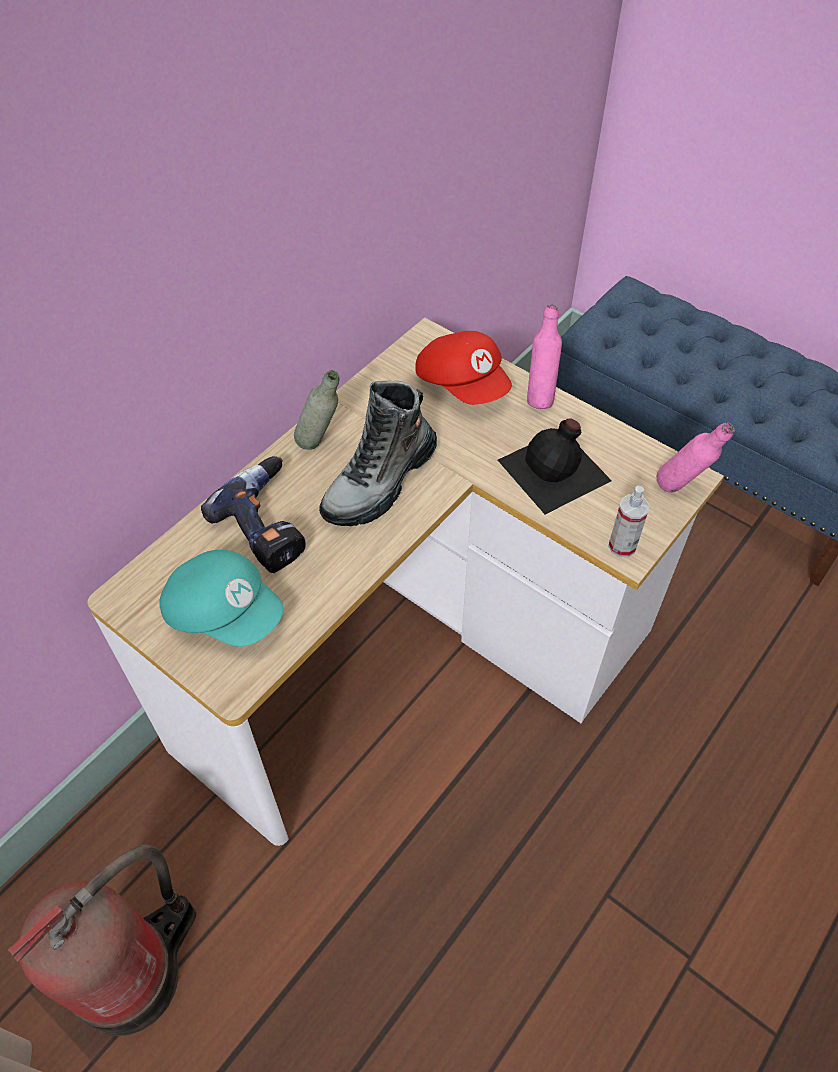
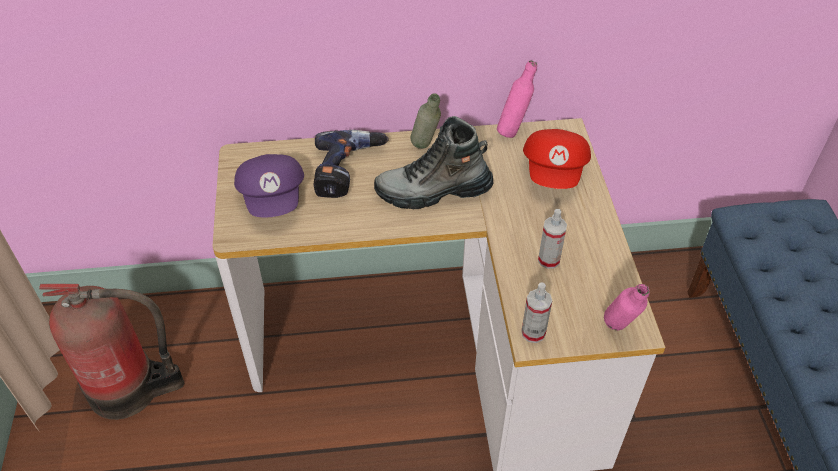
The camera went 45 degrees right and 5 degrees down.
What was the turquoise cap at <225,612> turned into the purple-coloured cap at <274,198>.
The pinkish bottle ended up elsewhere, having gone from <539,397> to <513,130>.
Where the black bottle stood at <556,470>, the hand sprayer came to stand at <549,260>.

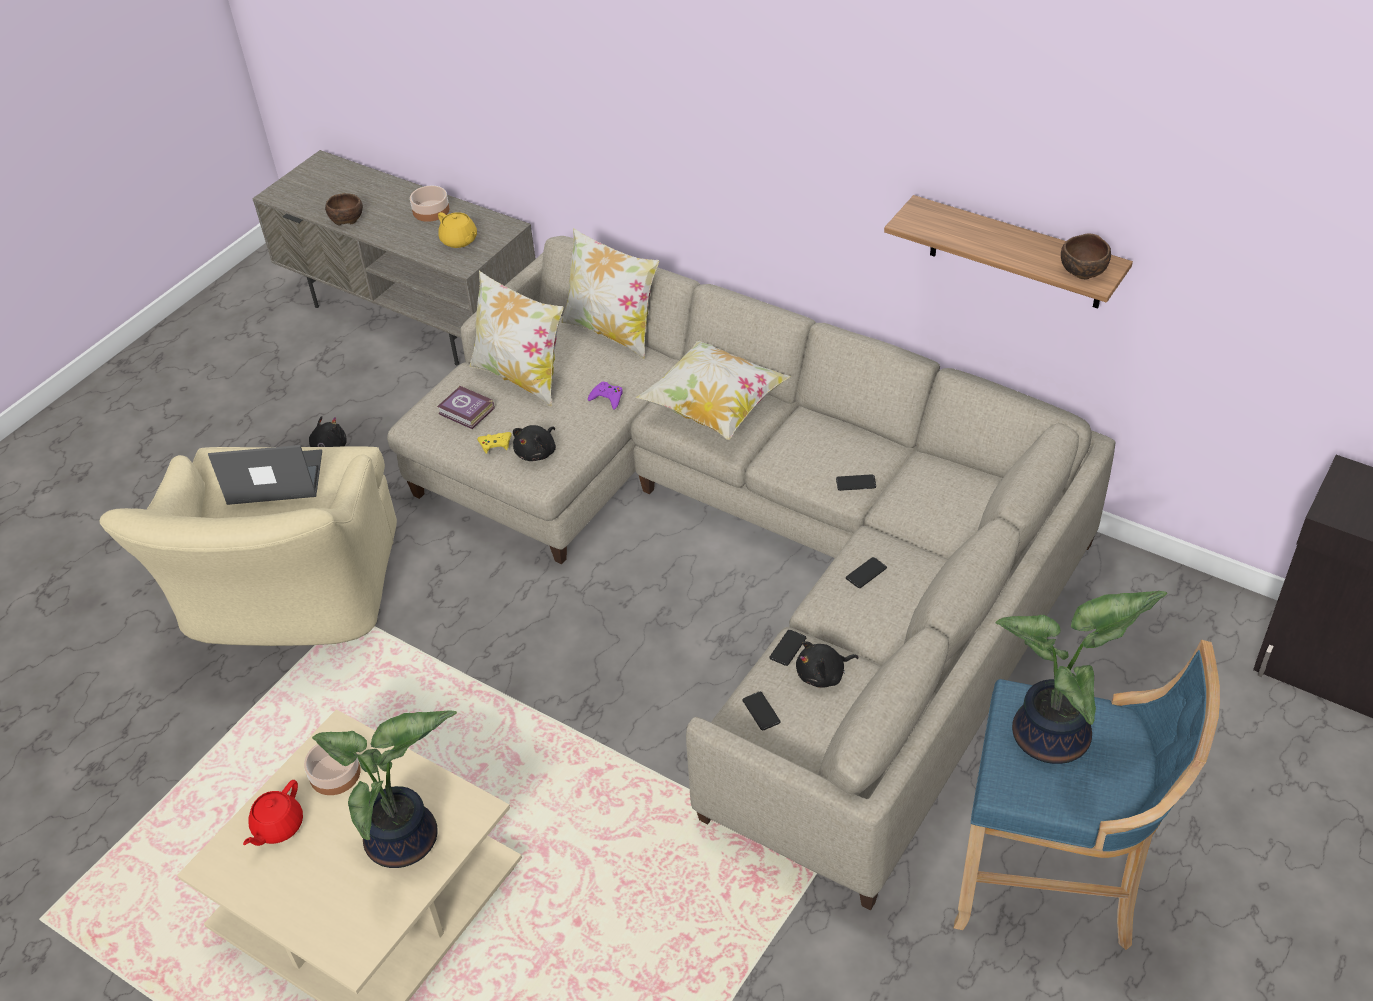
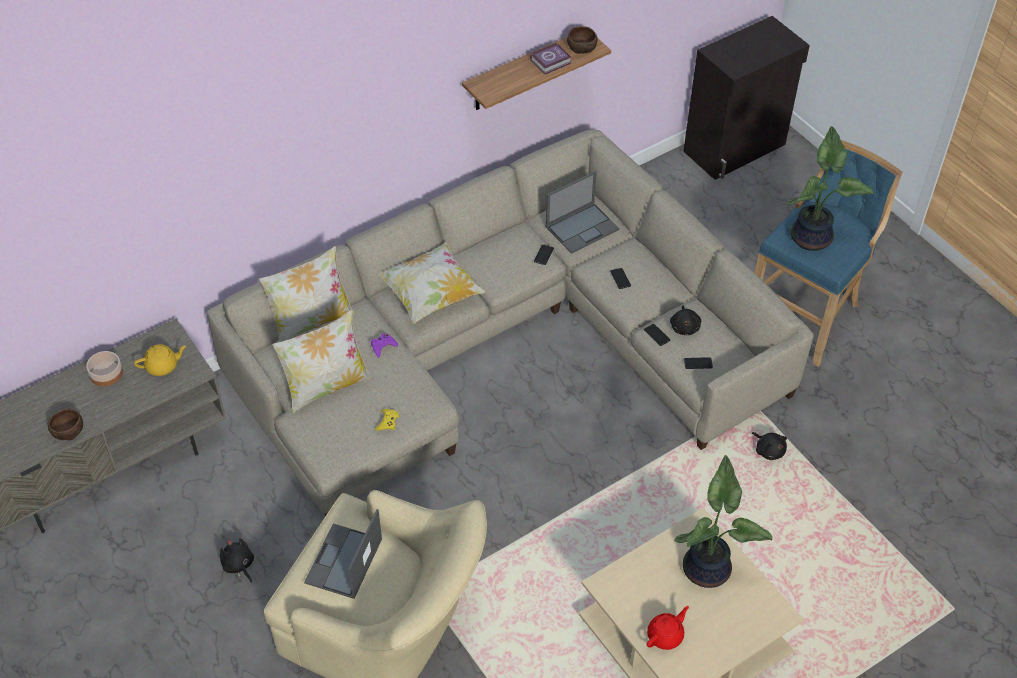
The camera went 70 degrees left and 5 degrees up.
The volume ended up elsewhere, having gone from <467,412> to <551,61>.
The second view gained the notebook computer at <582,227>.
The reddish tea pot at <277,826> ended up facing another way, 90 degrees counterclockwise from before.
The black plush toy ended up elsewhere, having gone from <537,452> to <768,450>.
The second view lost the serving bowl at <334,774>.

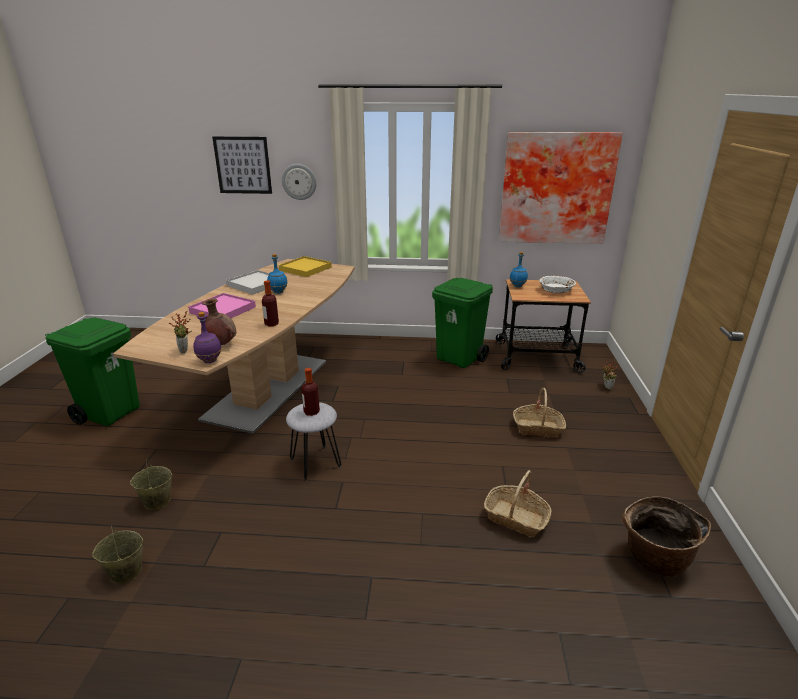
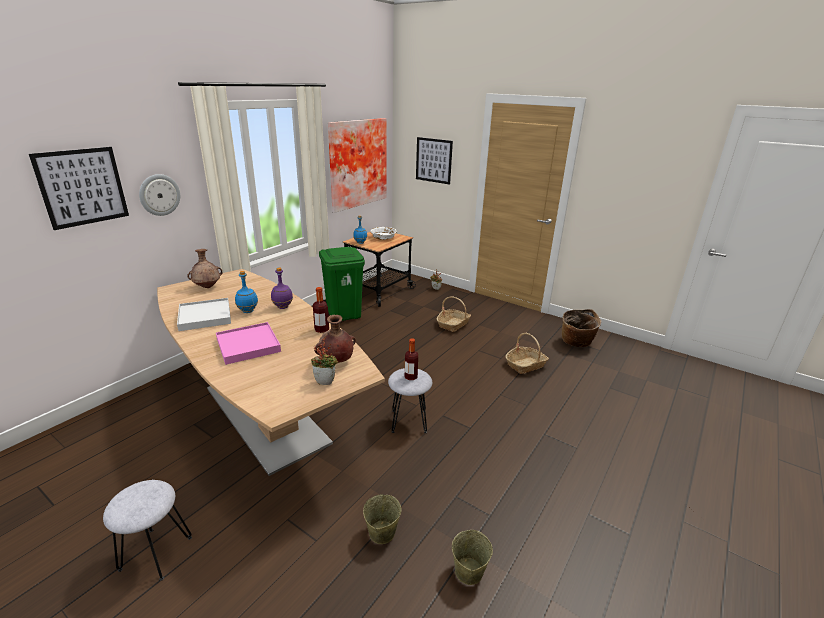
The camera went 60 degrees left and 0 degrees up.
Where the greenish rubbish bin stood at <111,413>, the greyish stool came to stand at <155,553>.
Where the yellow-coloured serving tray stood at <305,269>, the brown flower vase came to stand at <208,287>.
The purple-coloured bottle ended up elsewhere, having gone from <209,361> to <282,307>.
The second view gained the wall art at <433,160>.

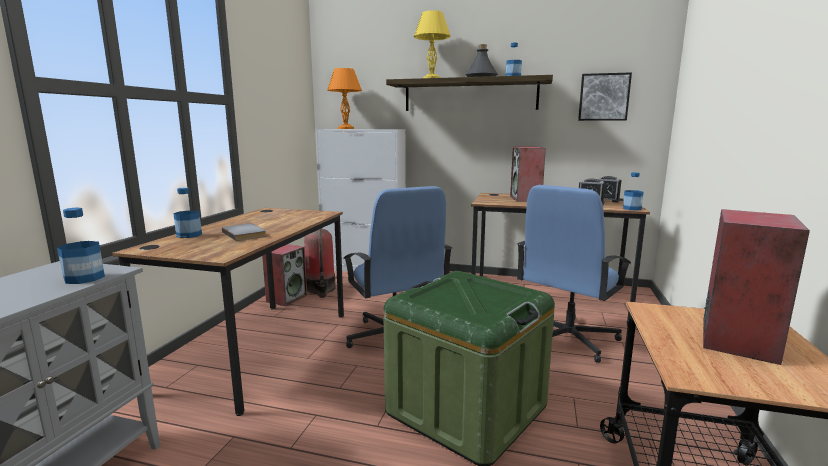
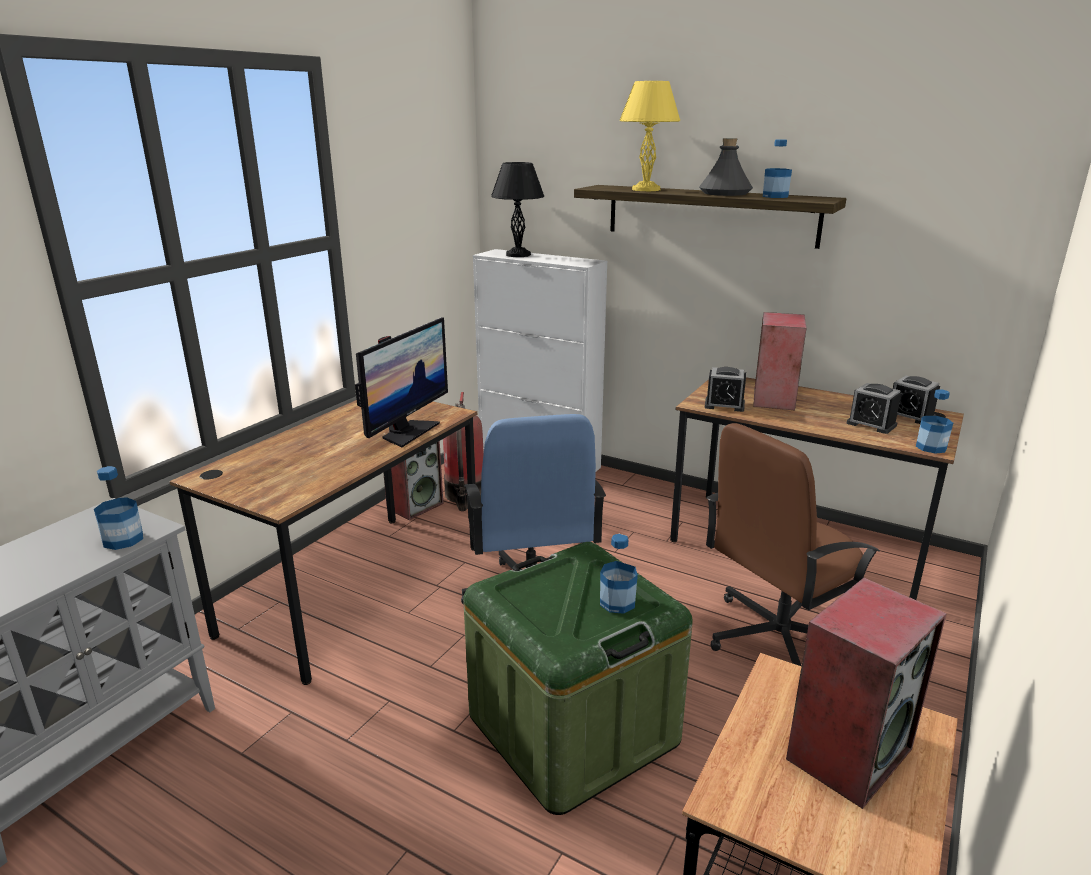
The camera went 15 degrees right and 10 degrees up.
The second view gained the computer screen at <407,432>.
What was the orange lamp for a table at <346,128> turned into the black lamp for a table at <518,255>.
The bottle ended up elsewhere, having gone from <189,235> to <617,602>.
The second view gained the table clock at <724,405>.
What was the blue-coloured office chair at <566,338> turned into the brown office chair at <776,637>.
The second view lost the greyish volume at <246,234>.
The second view lost the wall art at <603,97>.

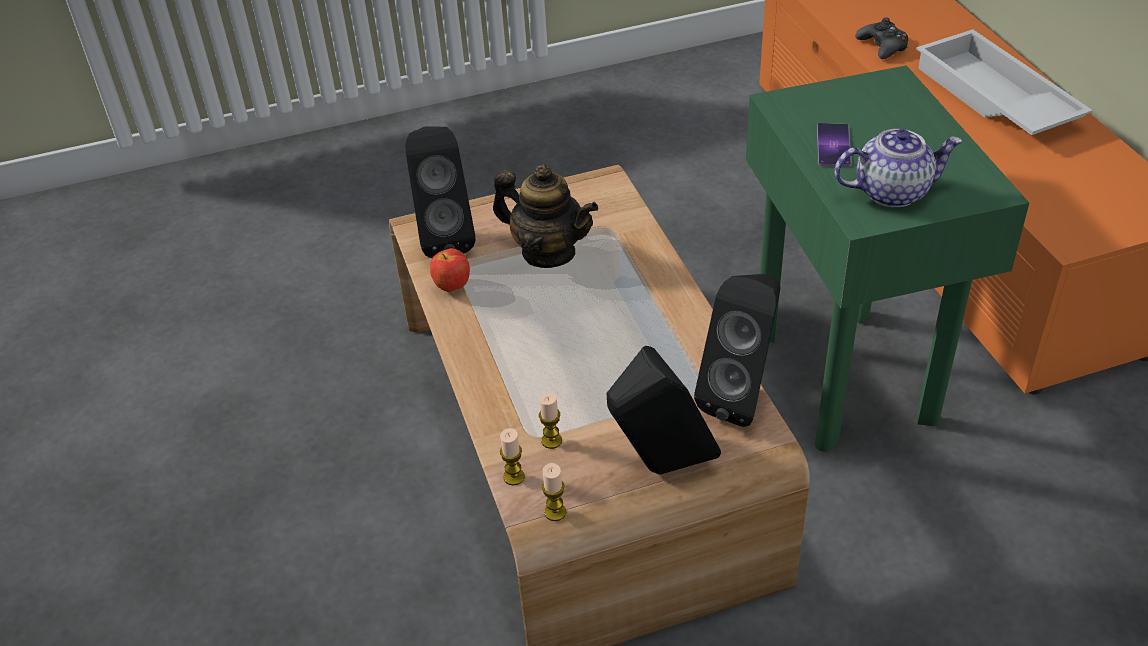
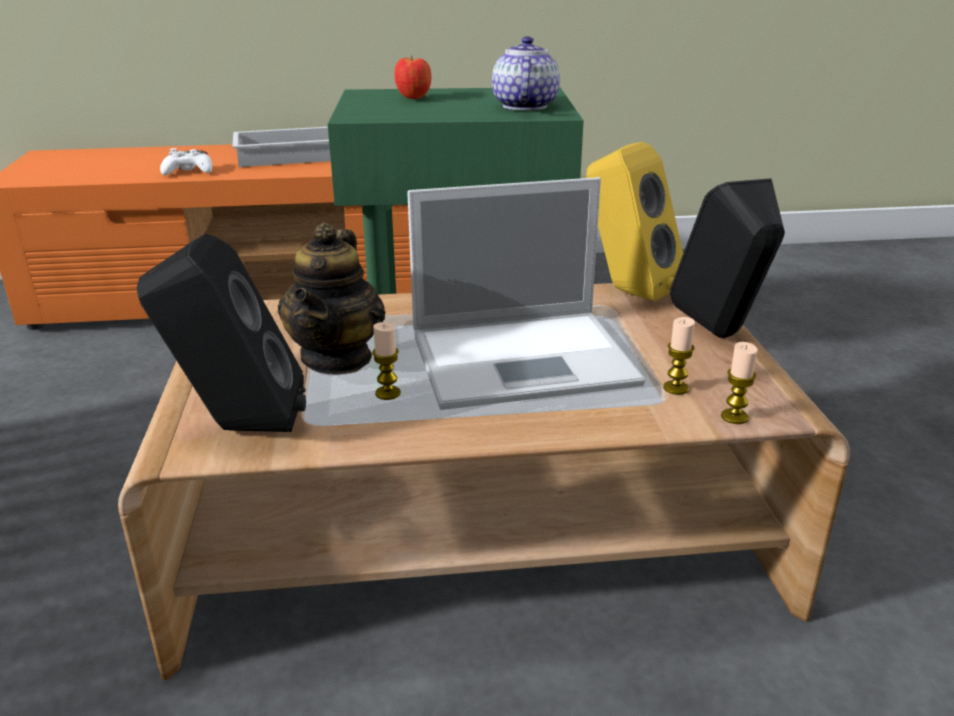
The camera went 80 degrees left and 15 degrees down.
What was the black gamepad at <882,46> turned into the whitish gamepad at <188,171>.
The tea pot at <548,252> ended up facing another way, 150 degrees clockwise from before.
The candle ended up elsewhere, having gone from <555,512> to <388,393>.
The apple fruit ended up elsewhere, having gone from <452,287> to <414,98>.
The second view gained the notebook computer at <526,358>.
What was the black speaker at <741,396> turned into the yellow-coloured speaker at <626,291>.
The second view lost the telephone at <833,145>.

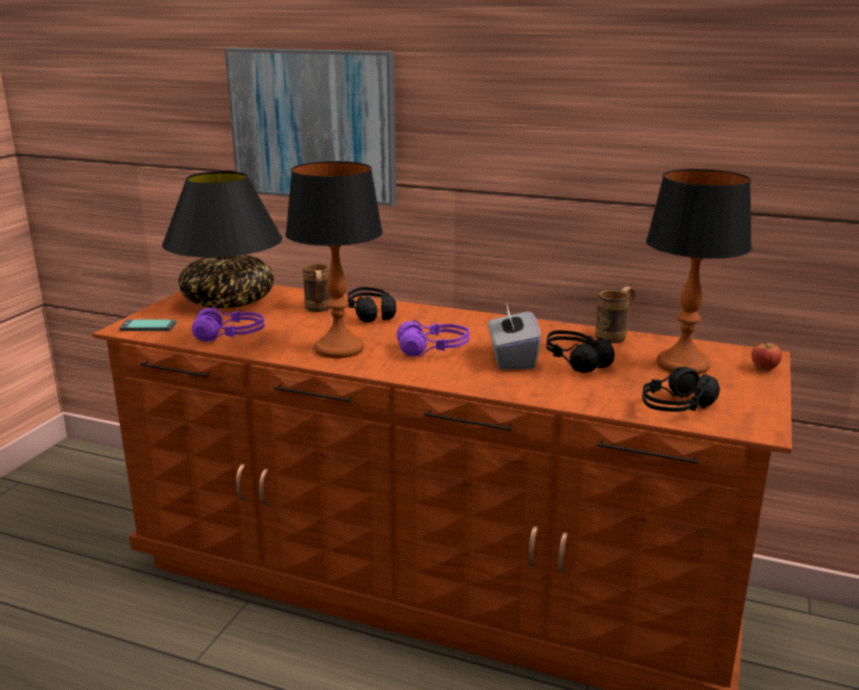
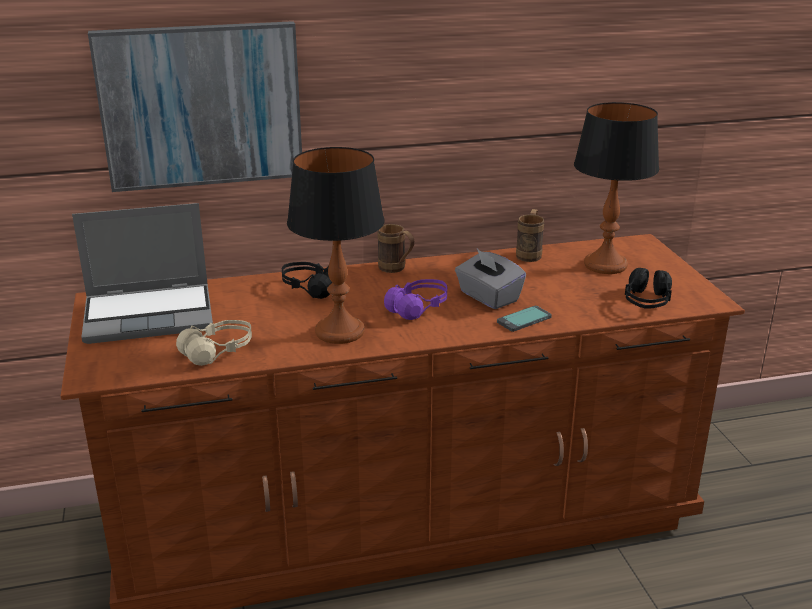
The camera went 35 degrees left and 5 degrees up.
Where the black lamp for a table stood at <229,301>, the notebook computer came to stand at <151,314>.
What was the purple-coloured pair of headphones at <230,336> turned into the beige pair of headphones at <218,351>.
The brown tea mug ended up elsewhere, having gone from <318,310> to <396,269>.
The telephone ended up elsewhere, having gone from <148,327> to <524,320>.
The second view lost the black pair of headphones at <575,361>.
The second view lost the apple fruit at <764,369>.

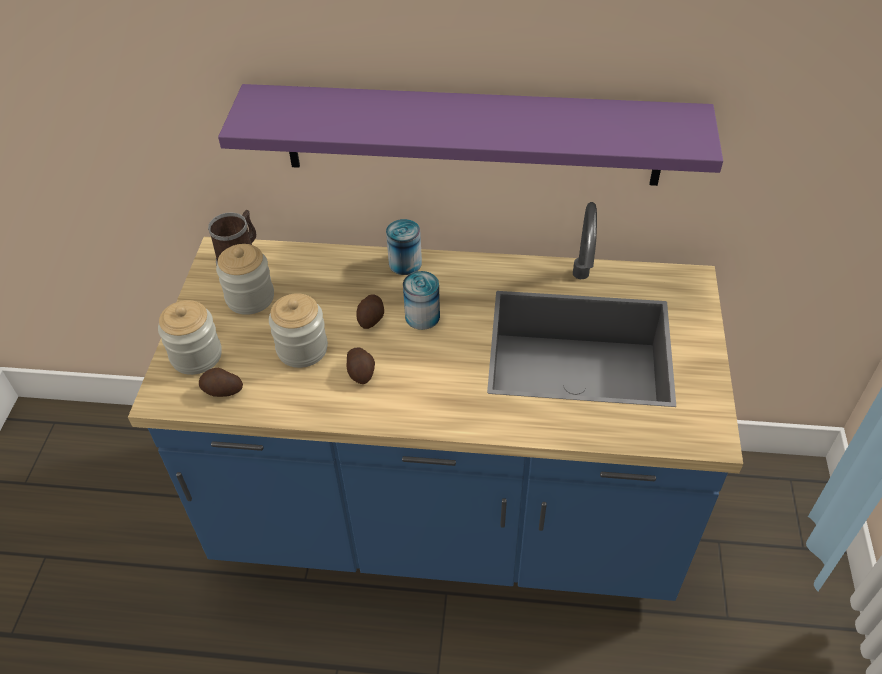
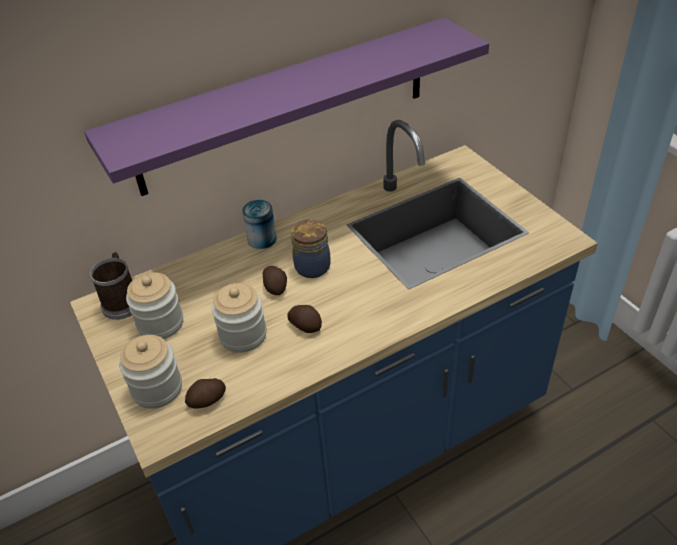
The camera went 35 degrees left and 5 degrees down.
Where the metal can stood at <422,316>, the preserve jar came to stand at <312,266>.

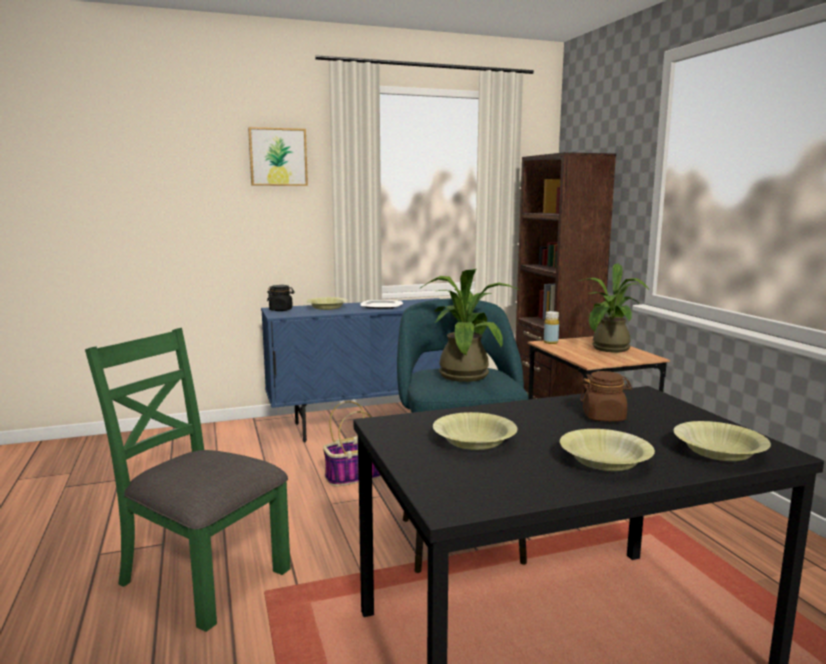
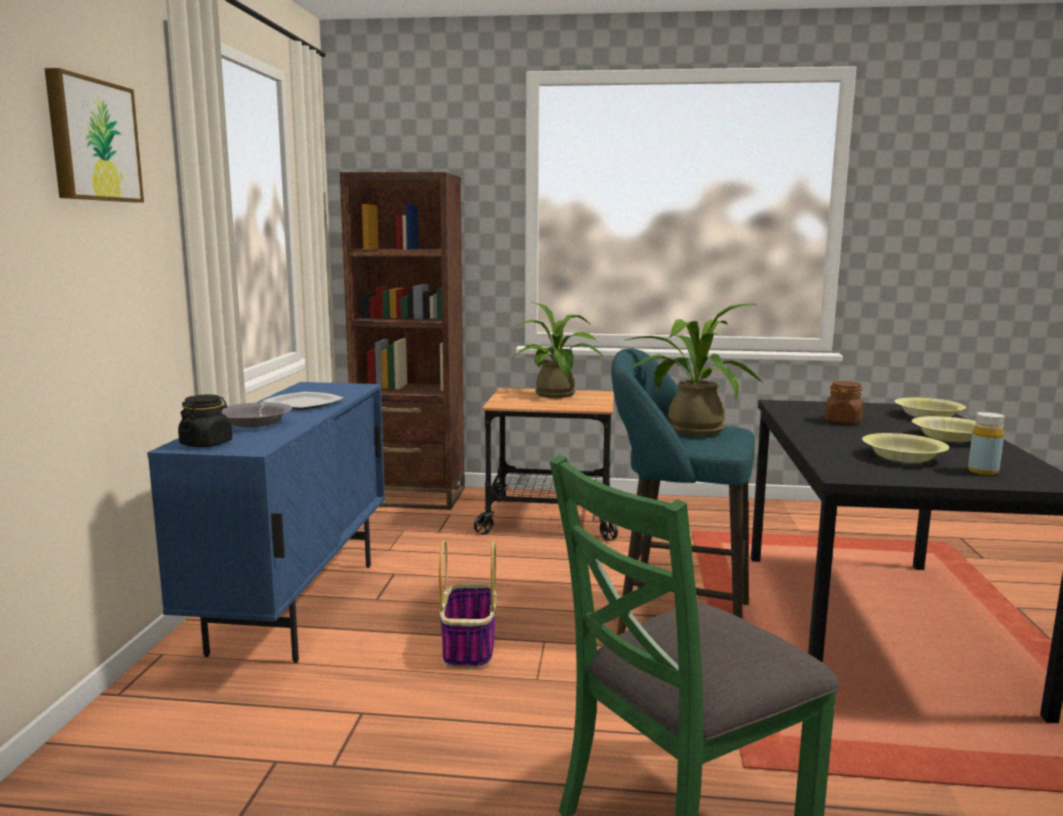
The camera went 65 degrees left and 0 degrees up.
What was the yellow-coloured serving bowl at <327,308> turned into the greyish serving bowl at <255,423>.
The yellow-coloured bottle ended up elsewhere, having gone from <550,342> to <983,471>.

